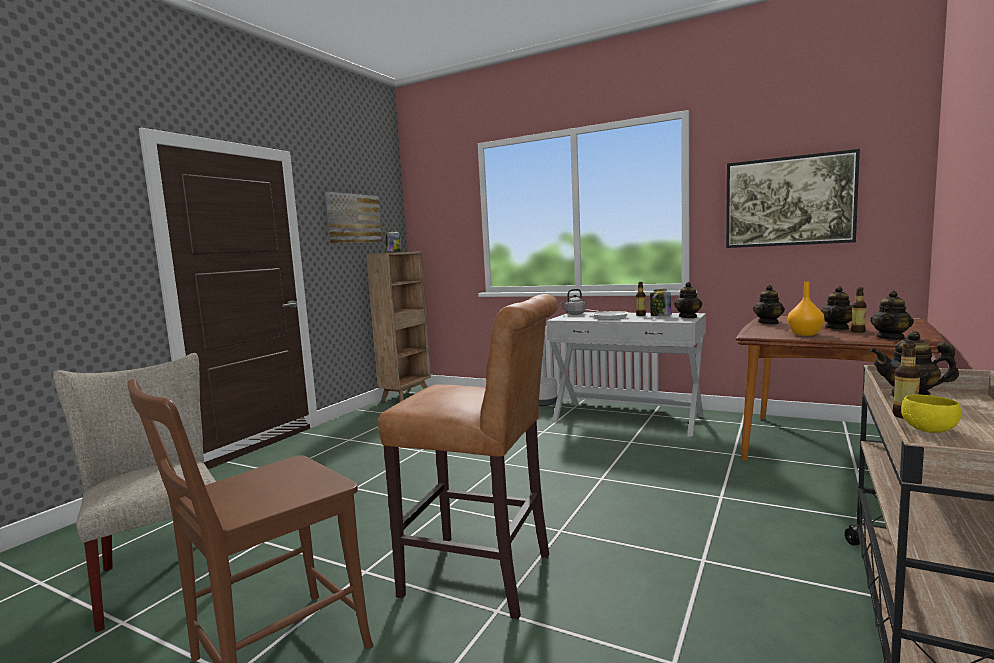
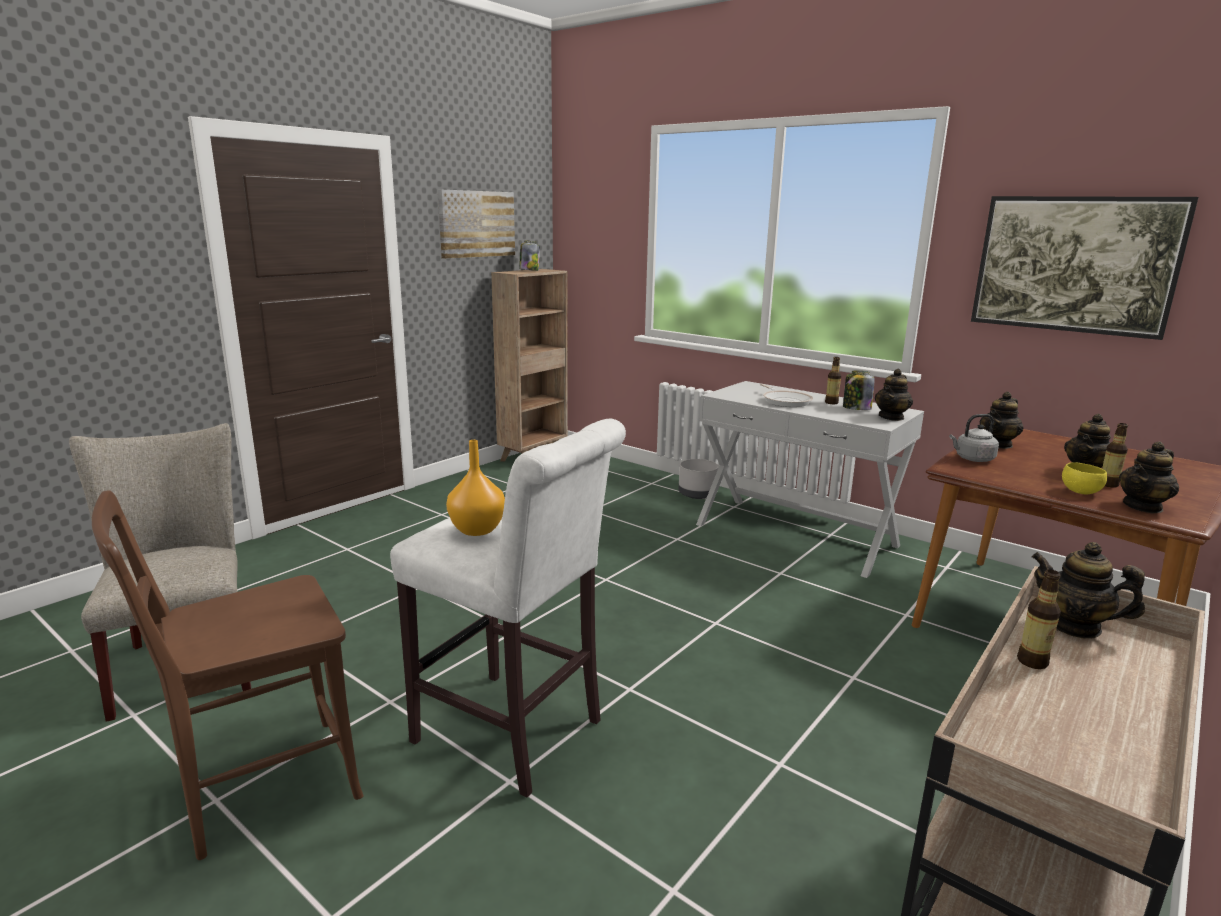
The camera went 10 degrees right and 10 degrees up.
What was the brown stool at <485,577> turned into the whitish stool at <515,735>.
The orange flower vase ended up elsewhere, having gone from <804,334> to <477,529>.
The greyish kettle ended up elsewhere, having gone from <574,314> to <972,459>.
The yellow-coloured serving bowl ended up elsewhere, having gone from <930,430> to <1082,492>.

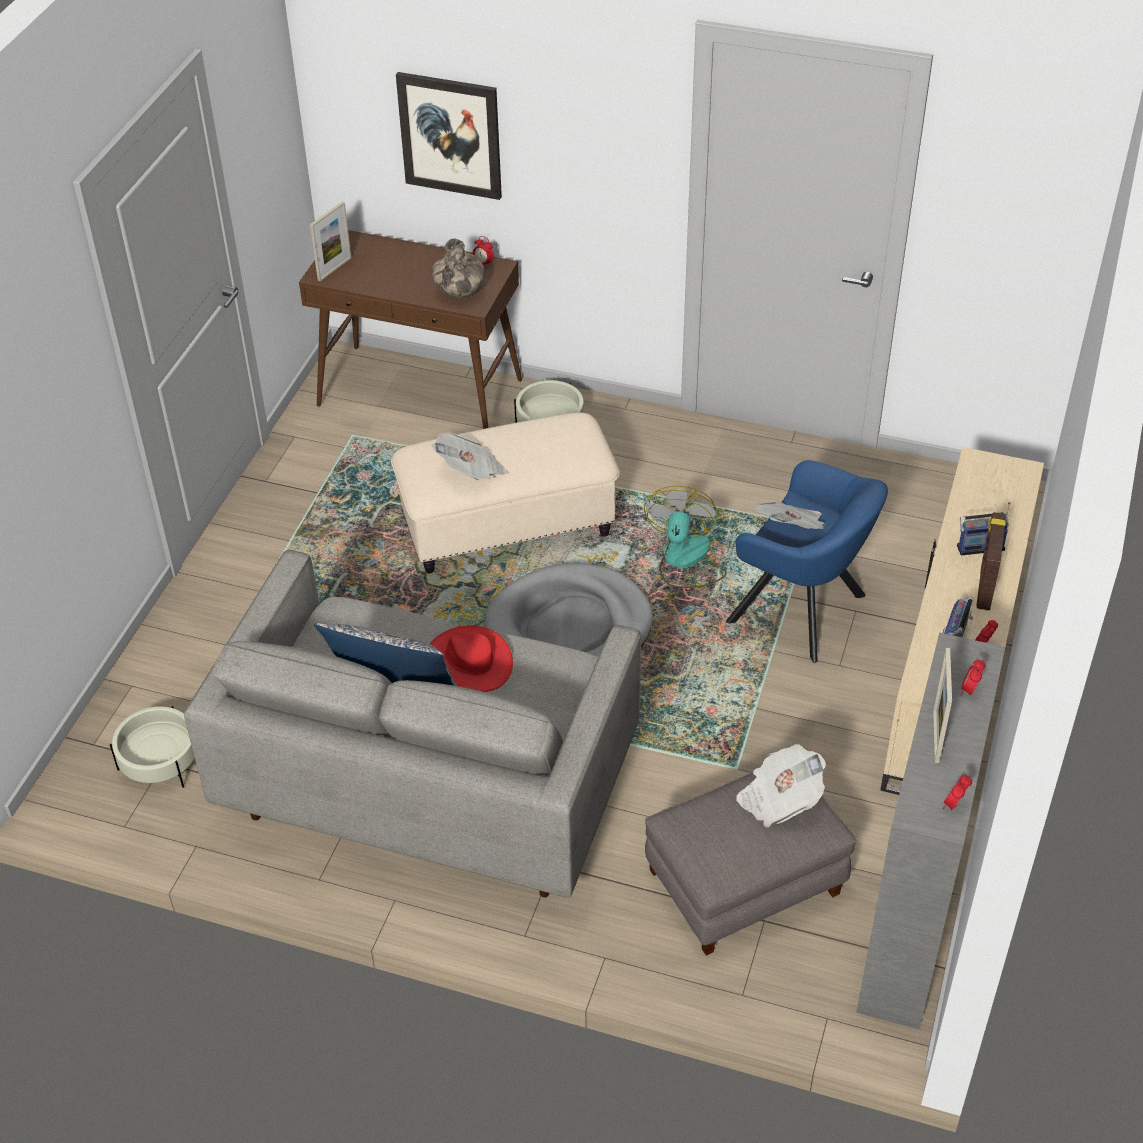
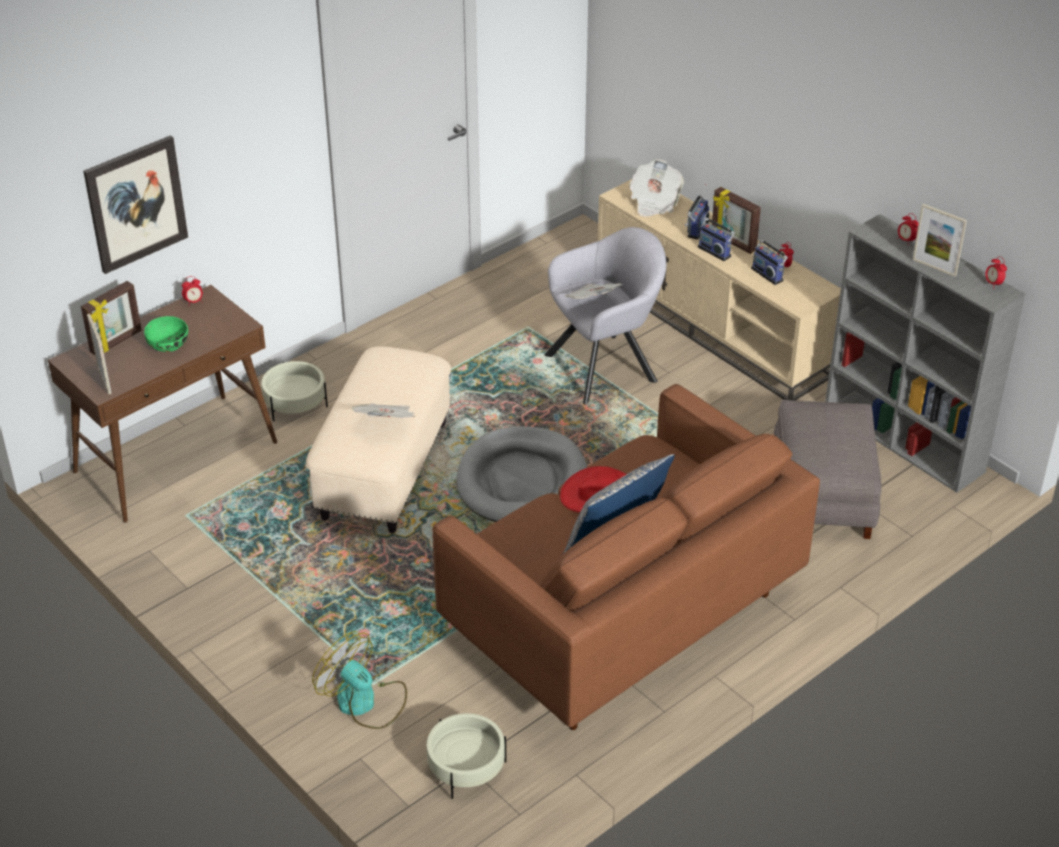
The camera went 60 degrees left and 5 degrees down.
The second view gained the standing frame at <116,342>.
The second view gained the greenish serving bowl at <168,345>.
The electric fan ended up elsewhere, having gone from <685,561> to <364,702>.
What was the greyish settee at <430,787> turned into the brown settee at <620,616>.
What was the blue-coloured armchair at <803,612> turned into the greyish armchair at <606,366>.
The printed paper ended up elsewhere, having gone from <779,799> to <654,202>.
The second view gained the radio set at <715,251>.
The second view lost the flower vase at <459,292>.

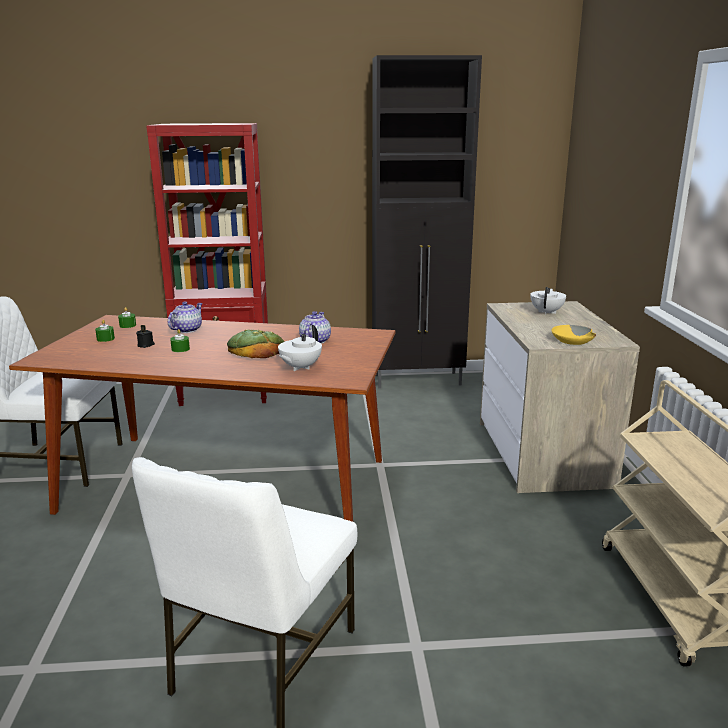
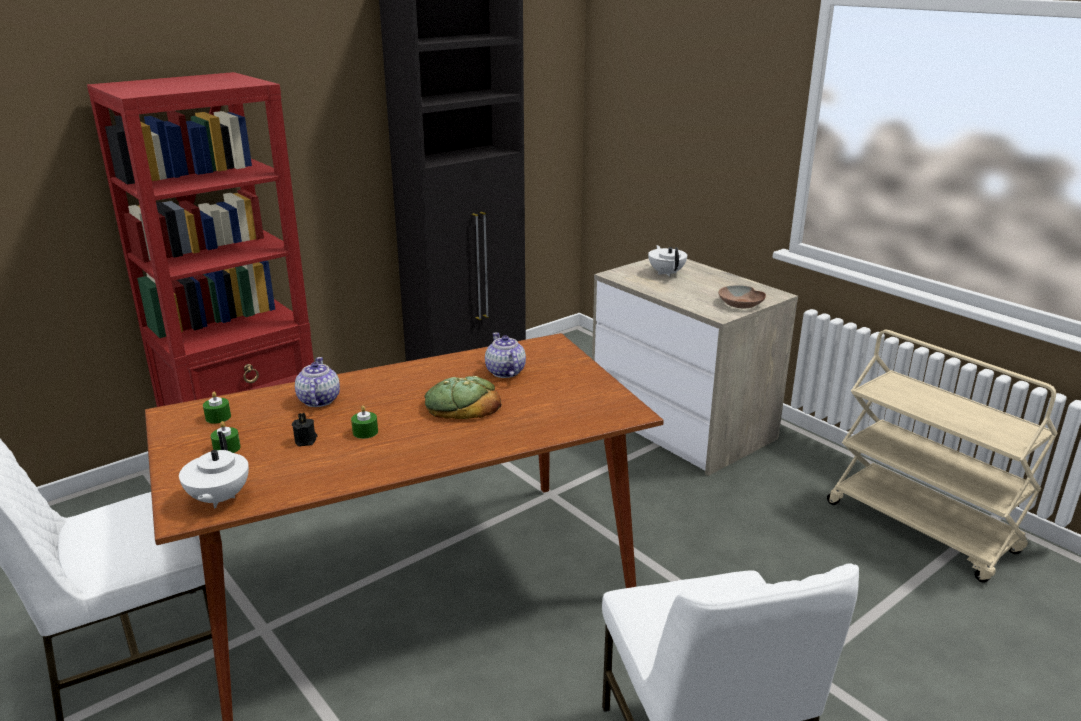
The camera went 35 degrees left and 5 degrees up.
The whitish tea pot ended up elsewhere, having gone from <299,367> to <218,499>.
What was the yellow-coloured serving bowl at <572,341> turned into the brown serving bowl at <741,304>.

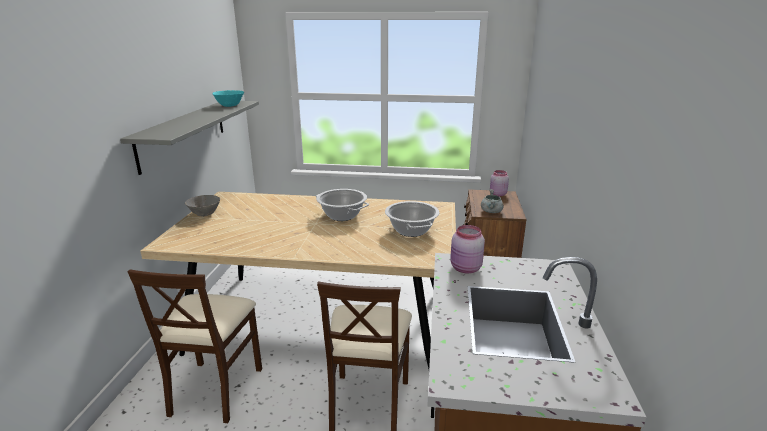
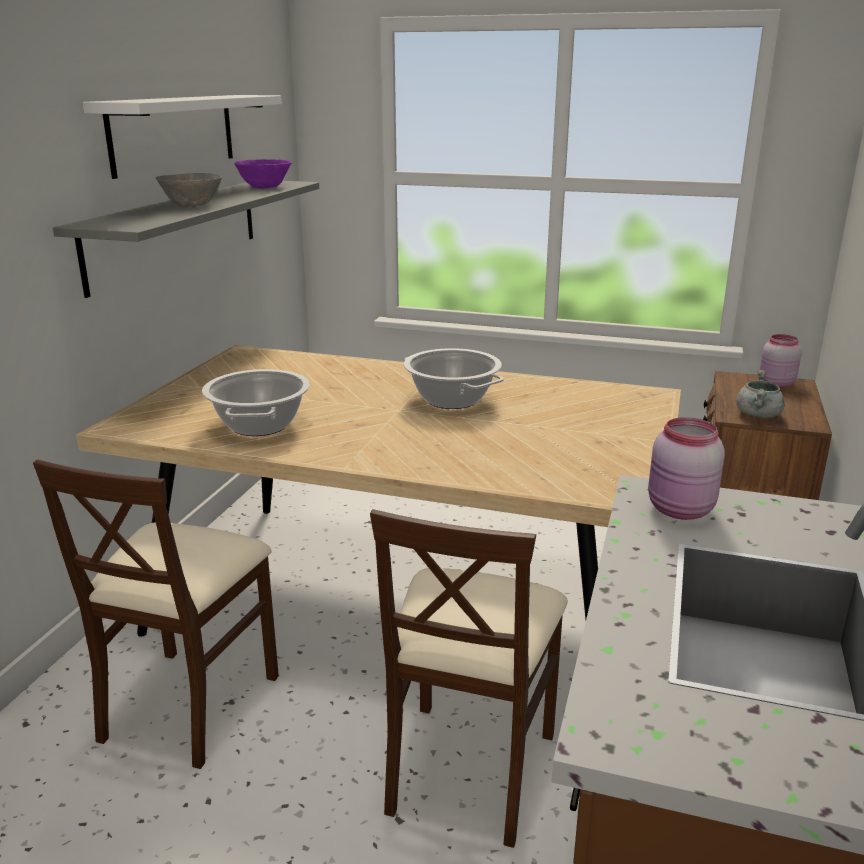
The camera went 10 degrees right and 0 degrees up.
The second view gained the whitish wall shelf at <174,133>.
The greyish serving bowl ended up elsewhere, having gone from <204,214> to <192,206>.
The saucepot ended up elsewhere, having gone from <411,230> to <259,425>.
What was the turquoise serving bowl at <230,105> turned into the purple-coloured serving bowl at <265,187>.

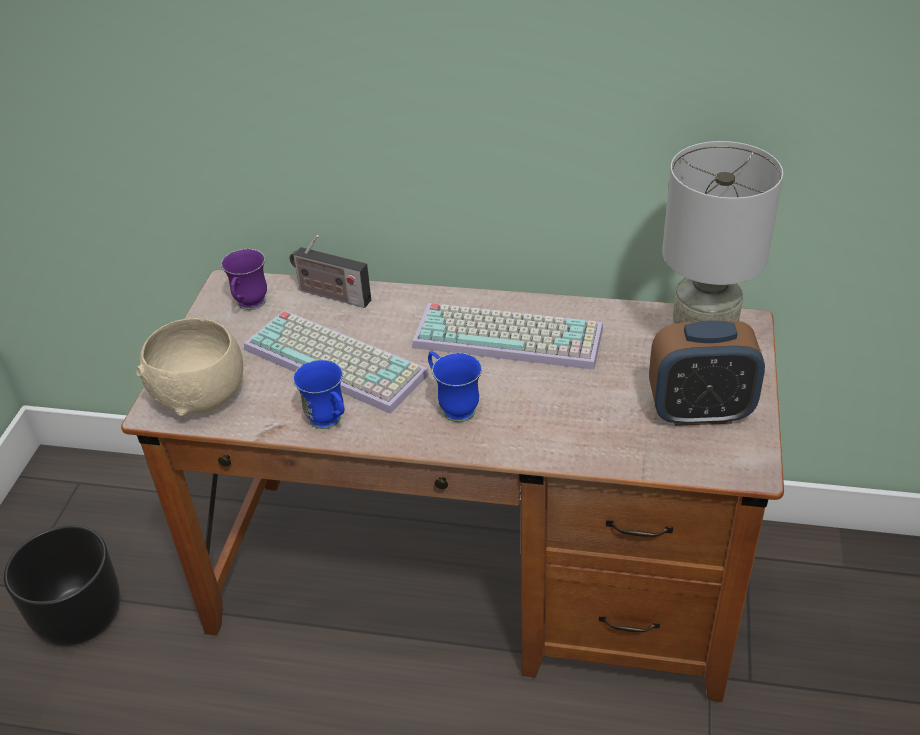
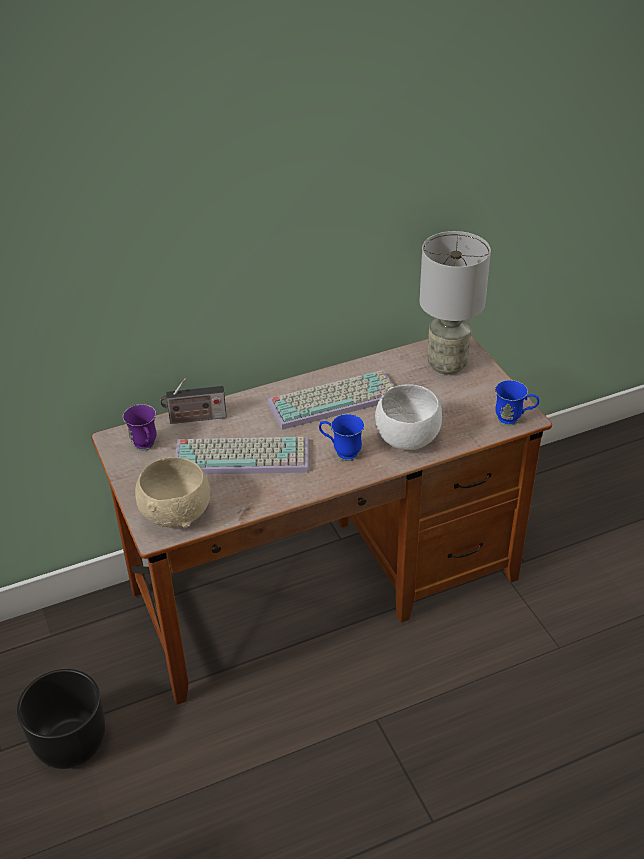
The camera went 35 degrees left and 0 degrees up.
The second view gained the whitish serving bowl at <408,439>.
The blue-coloured tea mug ended up elsewhere, having gone from <330,423> to <513,420>.
The second view lost the table clock at <699,412>.

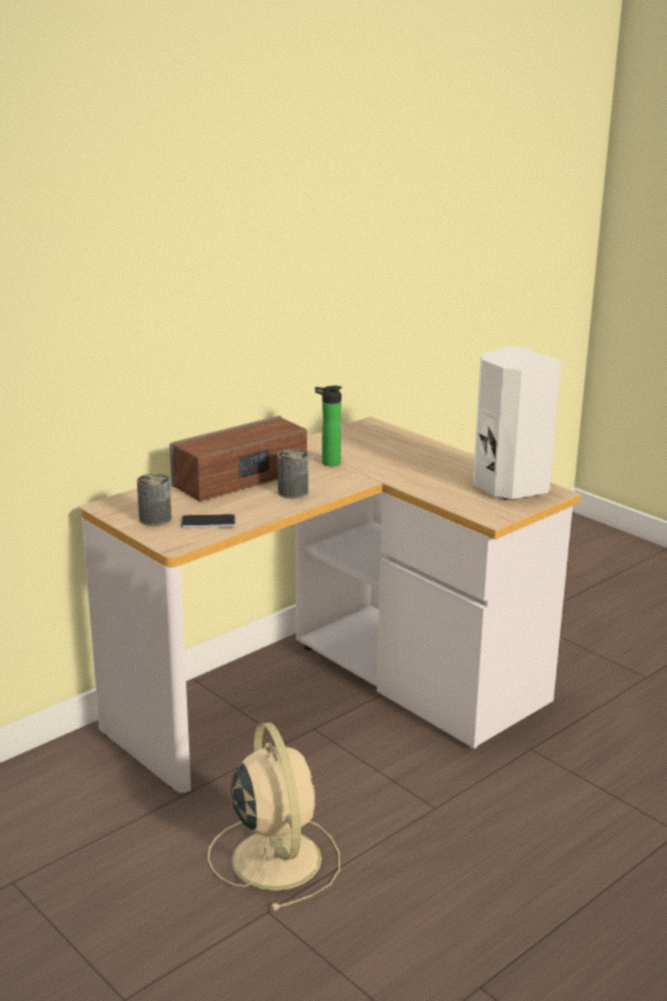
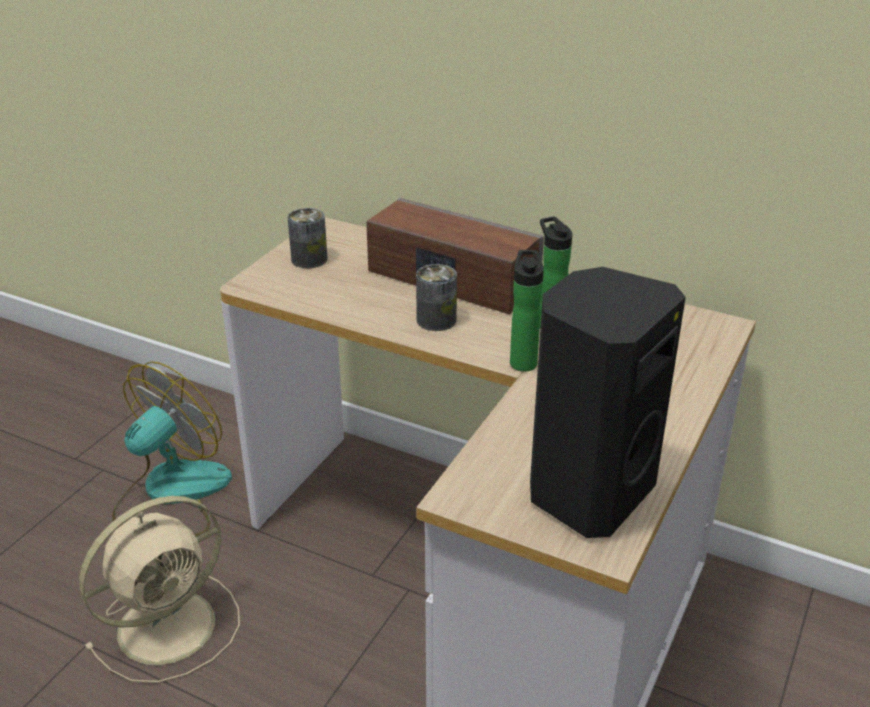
The camera went 70 degrees right and 10 degrees up.
The second view gained the electric fan at <171,494>.
The second view gained the bottle at <523,361>.
What was the whitish speaker at <507,487> turned into the black speaker at <587,493>.
The second view lost the telephone at <208,522>.

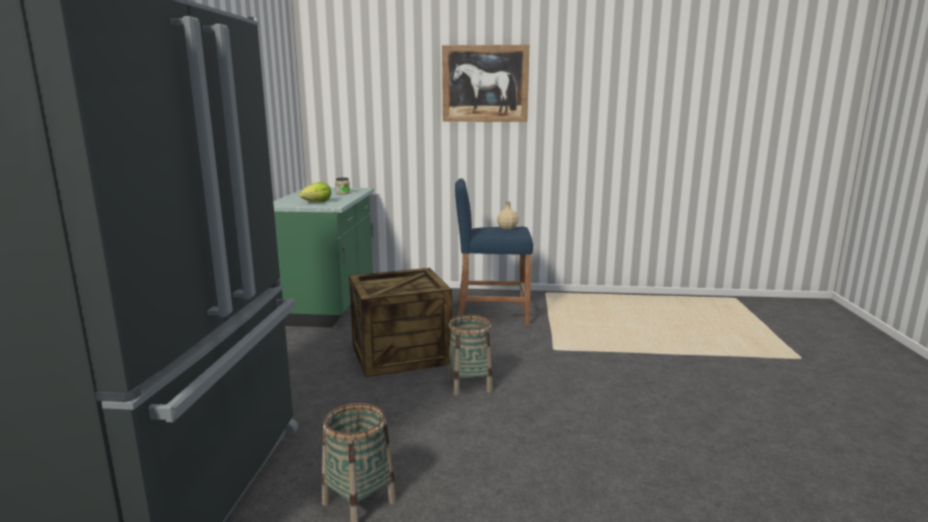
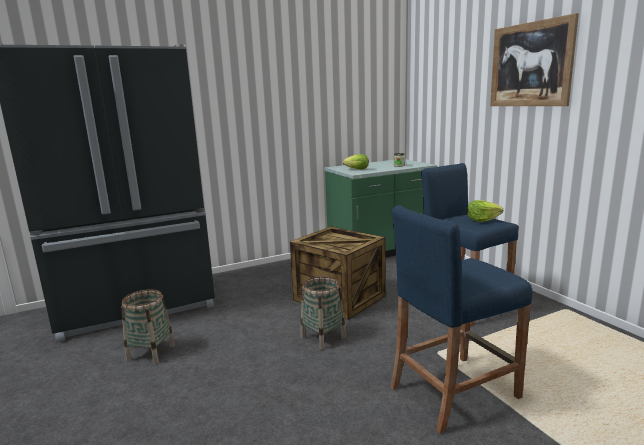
The camera went 60 degrees right and 0 degrees up.
The second view gained the blue-coloured stool at <453,392>.
Where the beige bottle stood at <507,228>, the lettuce came to stand at <482,220>.

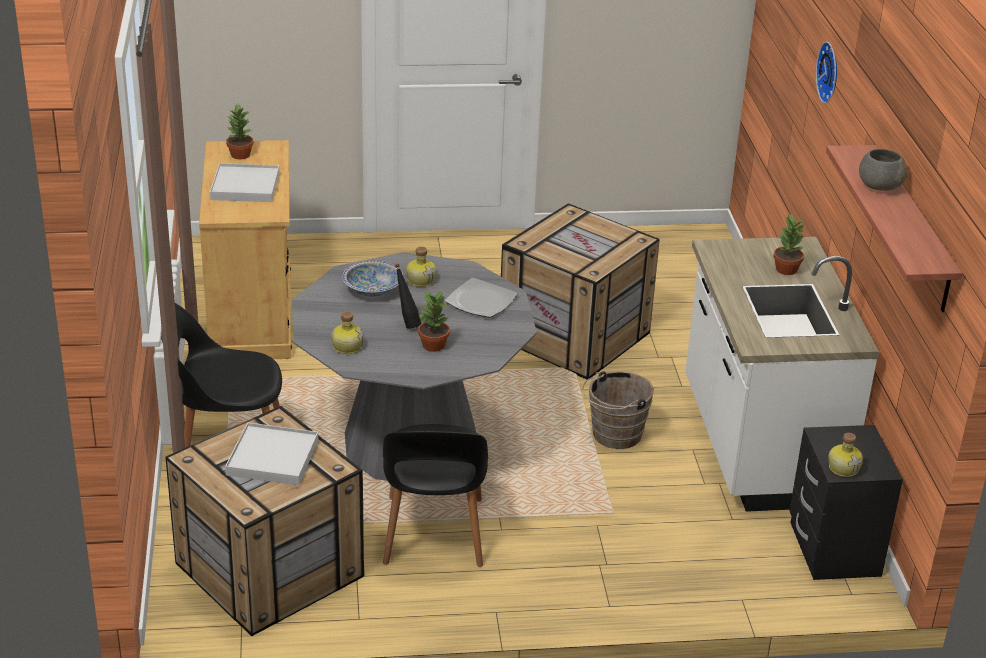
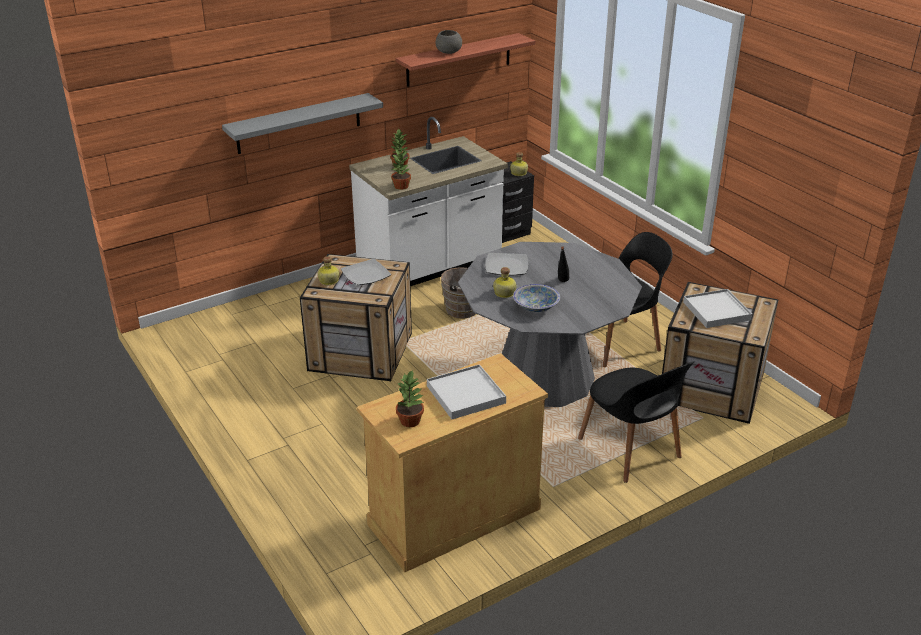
The camera went 115 degrees left and 0 degrees up.
The second view gained the greyish wall shelf at <299,123>.
The bottle ended up elsewhere, having gone from <347,346> to <328,281>.
The second view gained the dinner plate at <366,274>.
The houseplant ended up elsewhere, having gone from <432,345> to <401,186>.
The second view lost the clock on the wall at <831,72>.

